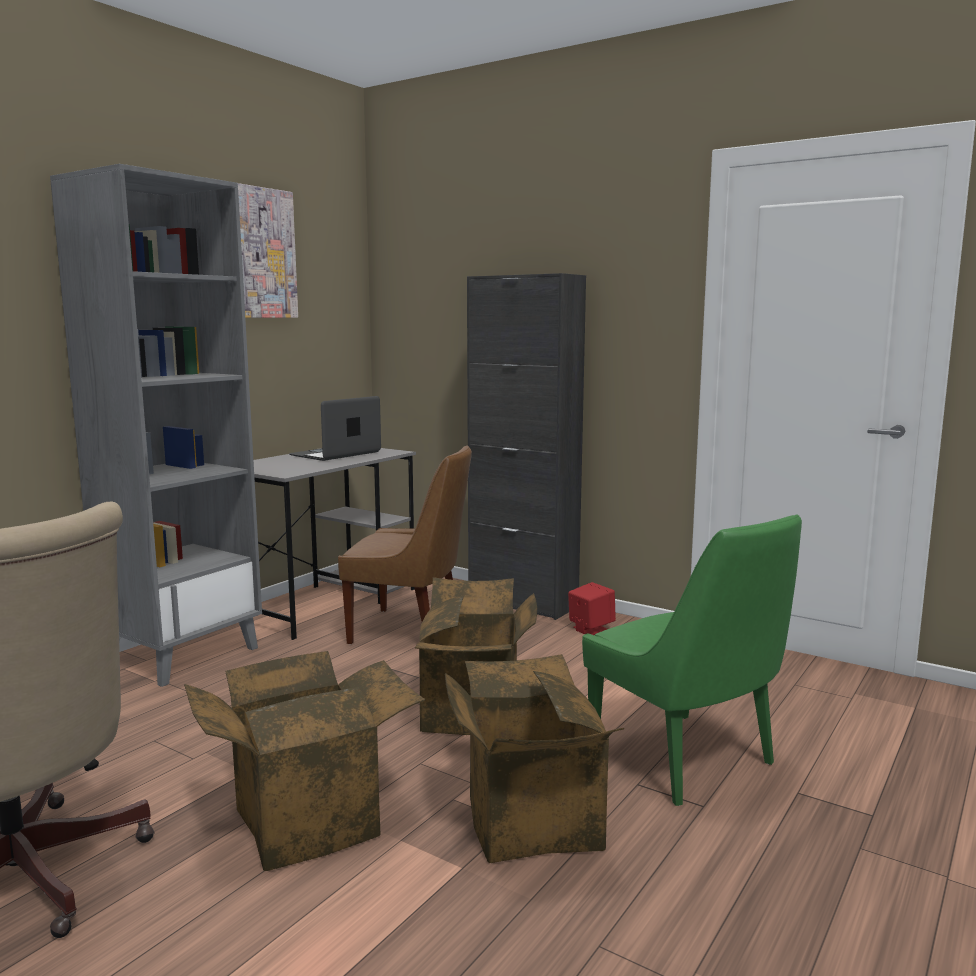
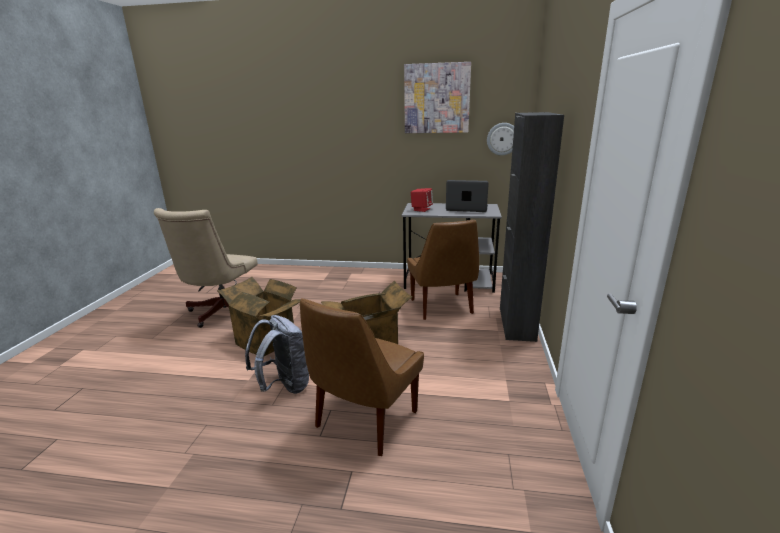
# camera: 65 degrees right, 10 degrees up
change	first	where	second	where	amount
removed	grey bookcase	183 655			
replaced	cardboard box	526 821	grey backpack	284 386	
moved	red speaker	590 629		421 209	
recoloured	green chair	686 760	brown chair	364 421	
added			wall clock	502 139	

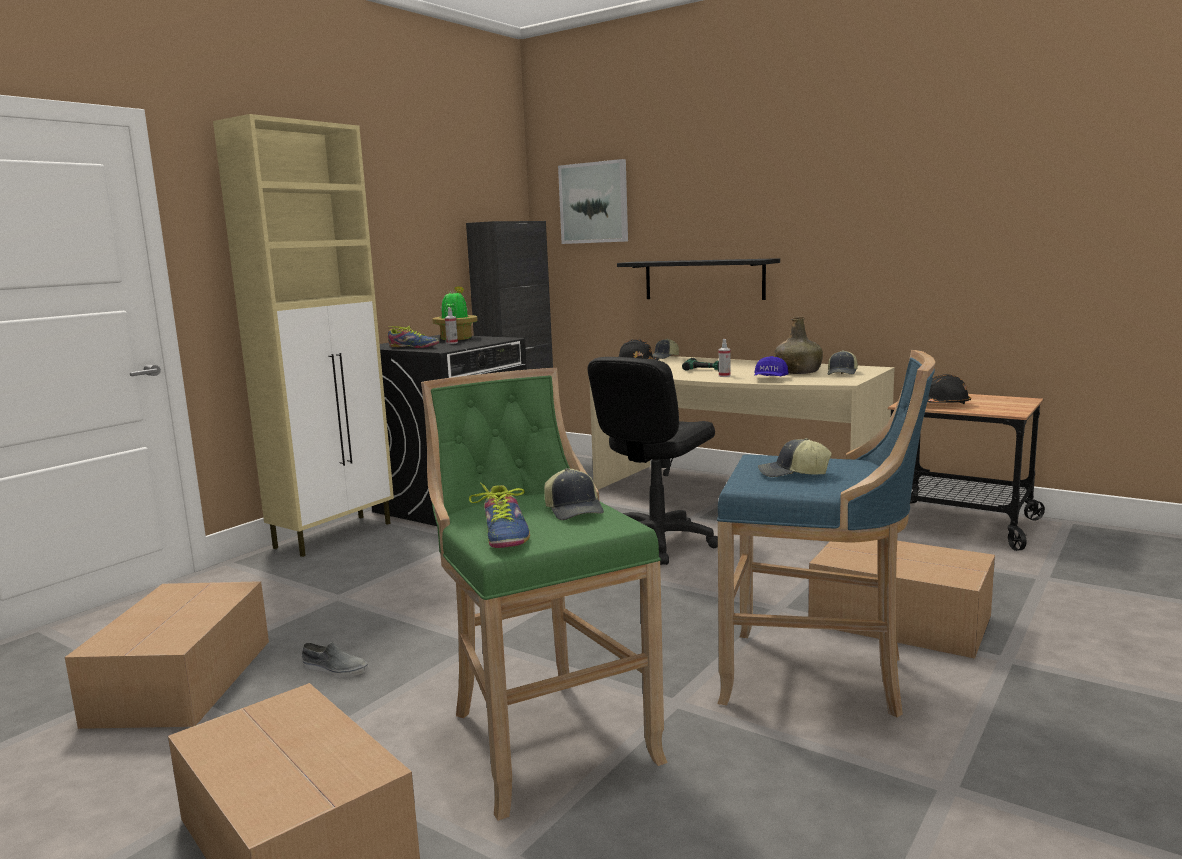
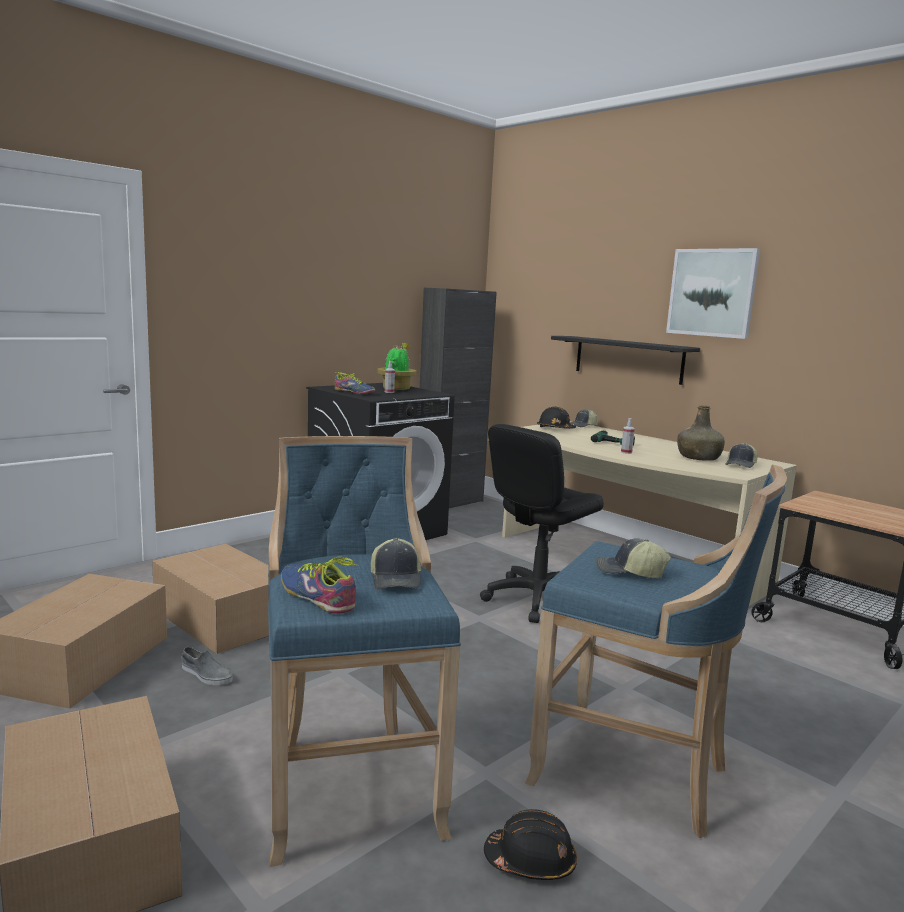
# camera: 10 degrees right, 0 degrees up
change	first	where	second	where	amount
removed	beige cabinet	335 535			
recoloured	green stool	544 737	blue stool	350 784	
turned	shoe	505 534		316 596	135 degrees clockwise
moved	picture	594 203		712 293	
removed	blue cap	770 379			
moved	cardboard box	897 619		222 617	
moved	black hard hat	943 404		531 861	

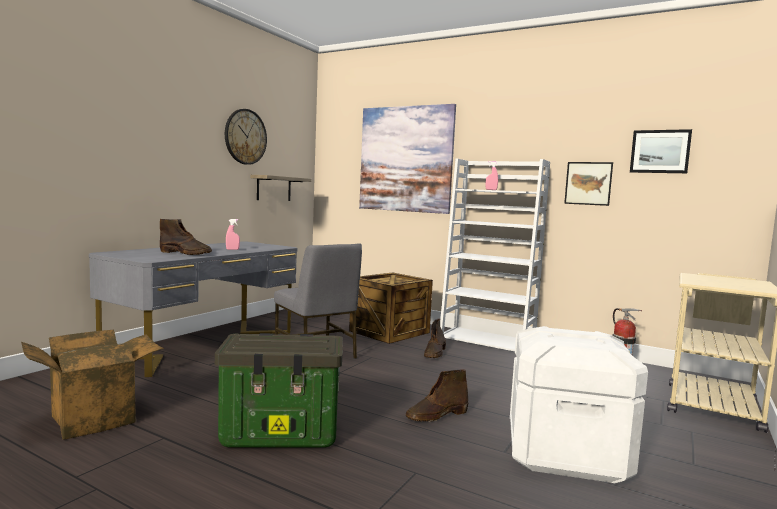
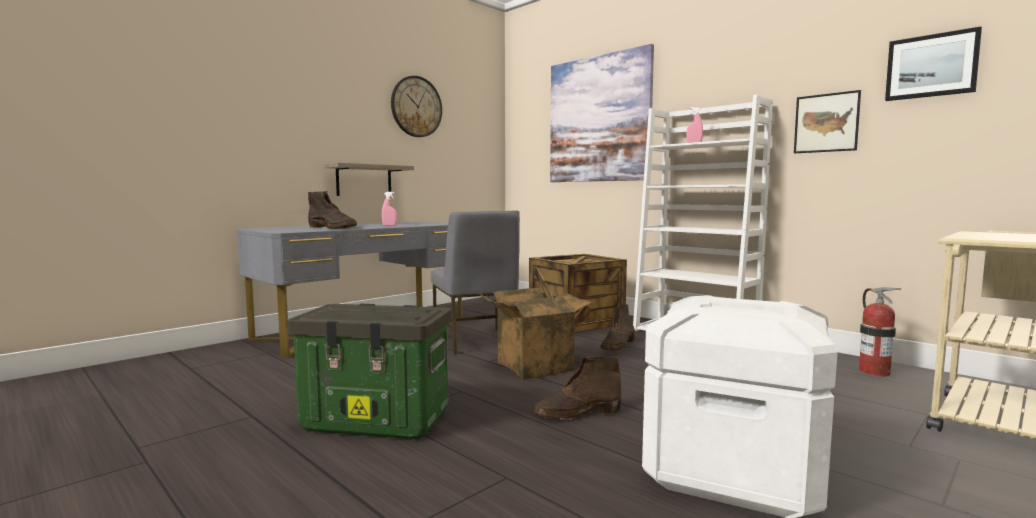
# camera: 15 degrees right, 0 degrees up
change	first	where	second	where	amount
moved	cardboard box	94 417		534 365	
moved	shelf	274 188		364 180	

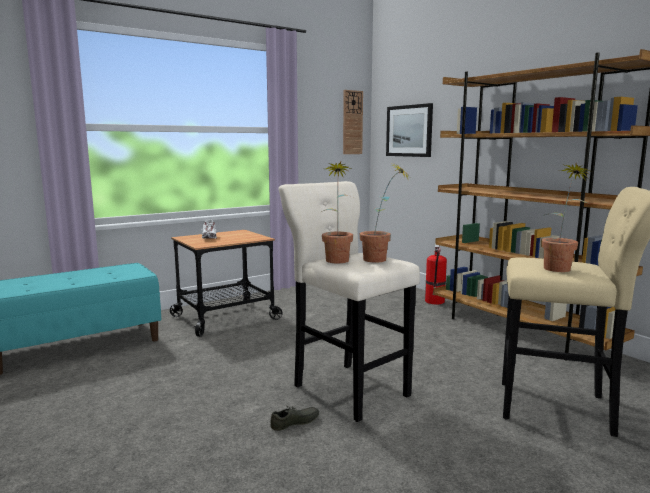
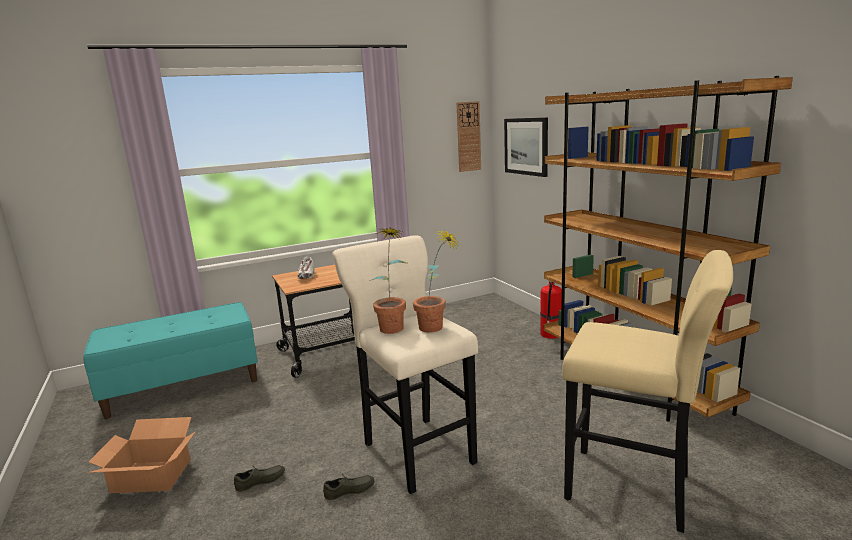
# camera: 10 degrees right, 5 degrees up
change	first	where	second	where	amount
removed	potted plant	560 267			
added			cardboard box	151 475	
added			grey shoe	261 482	

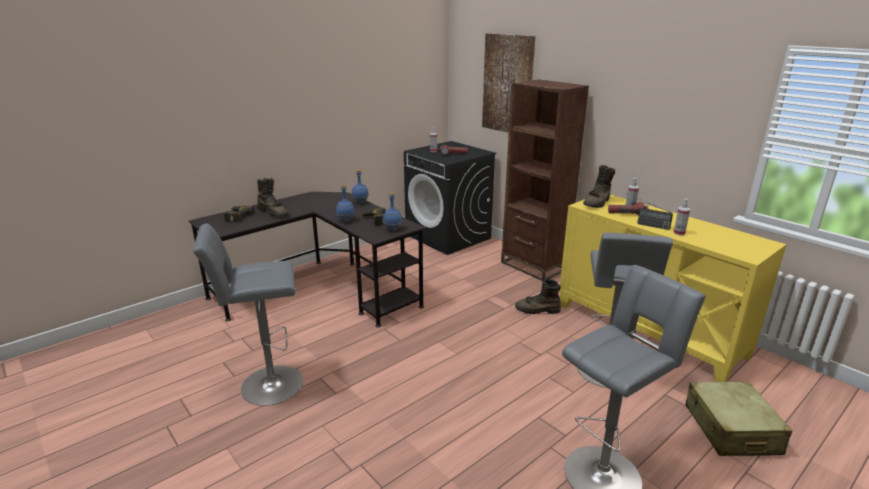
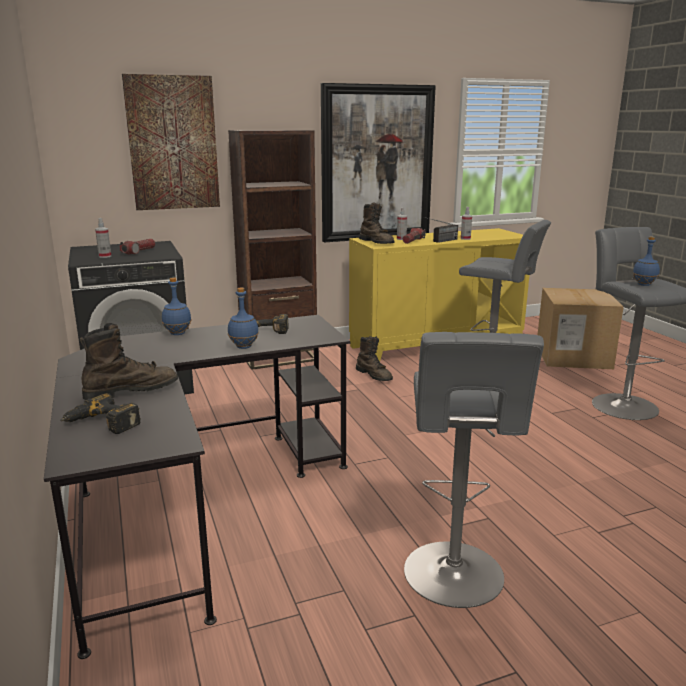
# camera: 70 degrees left, 5 degrees down
change	first	where	second	where	amount
moved	blue bottle	393 229		644 284	
turned	brown boot	537 310		374 375	60 degrees counterclockwise
replaced	beige suitcase	731 429	cardboard box	573 356	
added			picture	377 164	

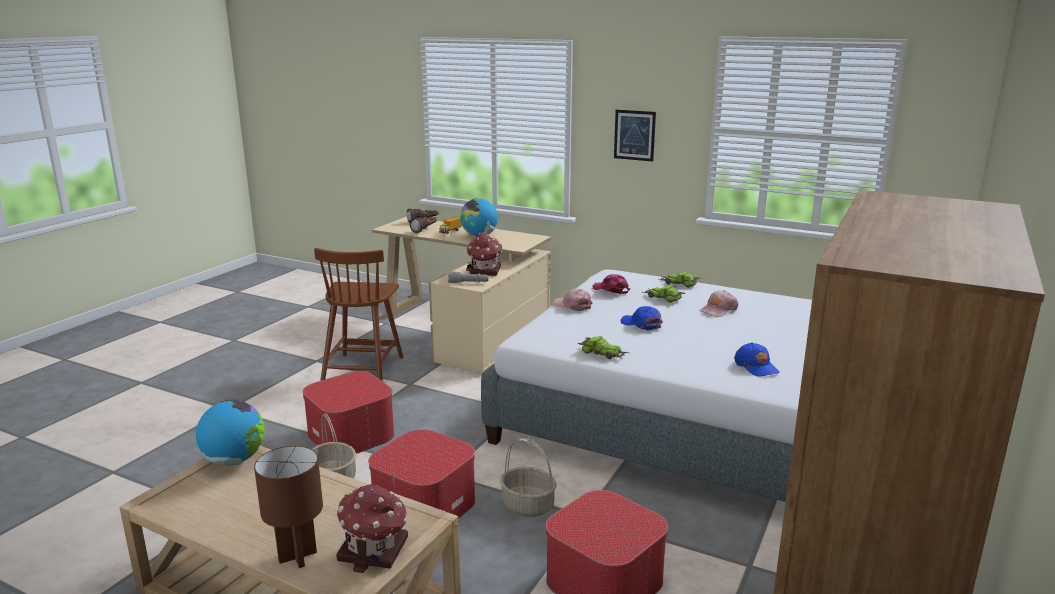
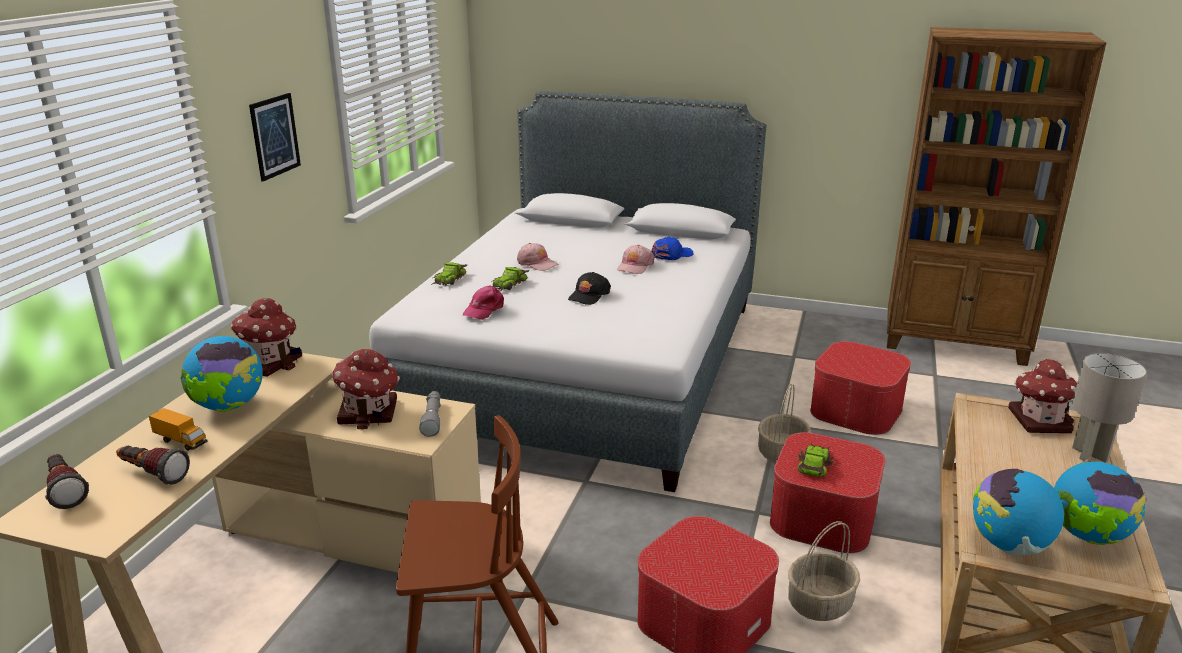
# camera: 100 degrees left, 5 degrees up
change	first	where	second	where	amount
recoloured	brown table lamp	298 556	grey table lamp	1089 454	
moved	pink cap	572 305		635 266	
moved	toy car	603 353		814 464	
recoloured	blue cap	641 324	black cap	589 295	
added			toy house	269 362	
added			globe	1087 536	

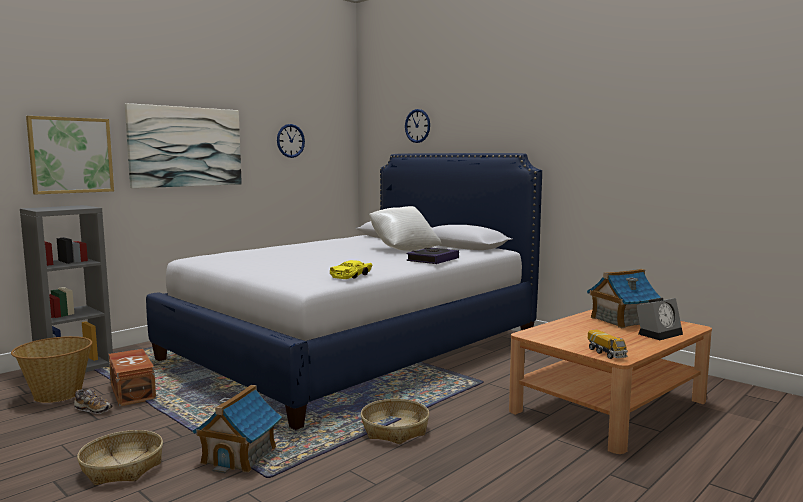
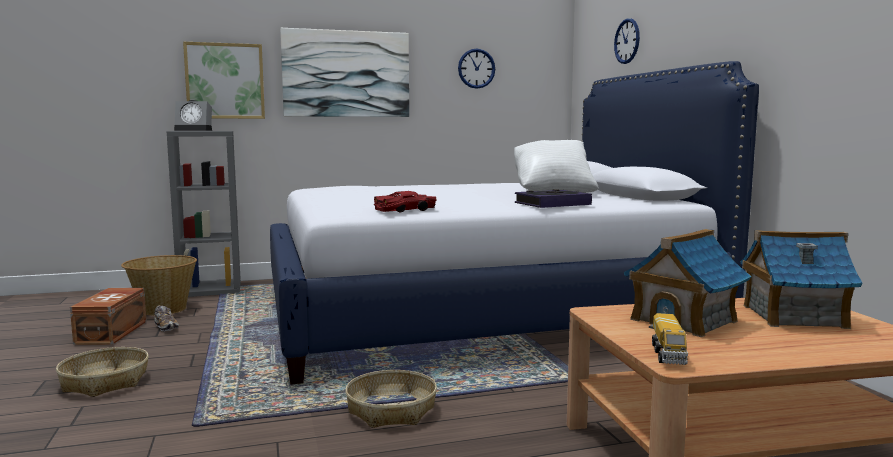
# camera: 30 degrees right, 0 degrees up
change	first	where	second	where	amount
moved	brown storage box	133 391		113 332	
moved	toy house	239 455		684 320	
recoloured	yellow toy car	352 276	red toy car	406 210	
moved	alarm clock	659 333		195 130	

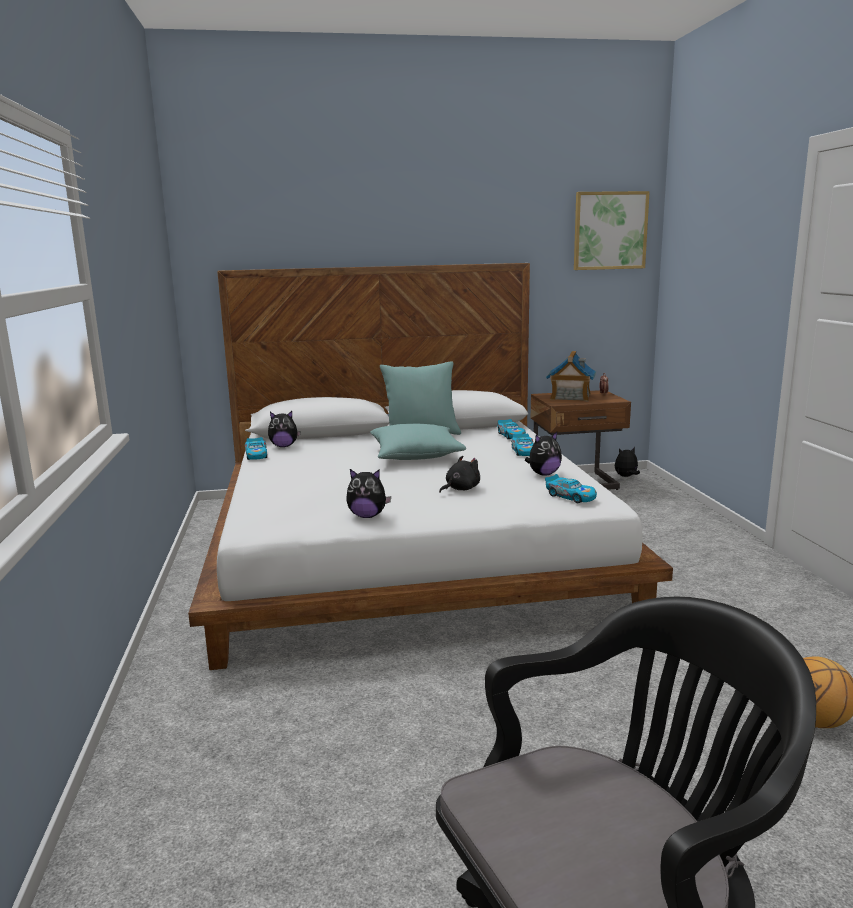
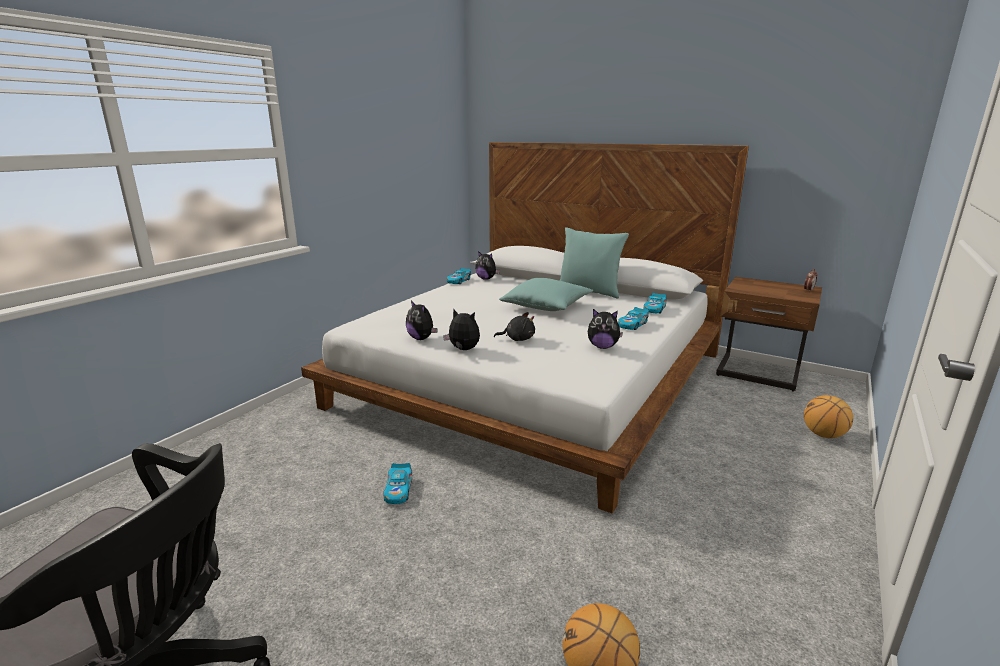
# camera: 40 degrees right, 5 degrees up
change	first	where	second	where	amount
moved	toy car	571 496		398 490	
removed	toy house	570 397			
removed	picture	610 231			
moved	plush toy	626 476		463 350	
added			basketball	823 435	

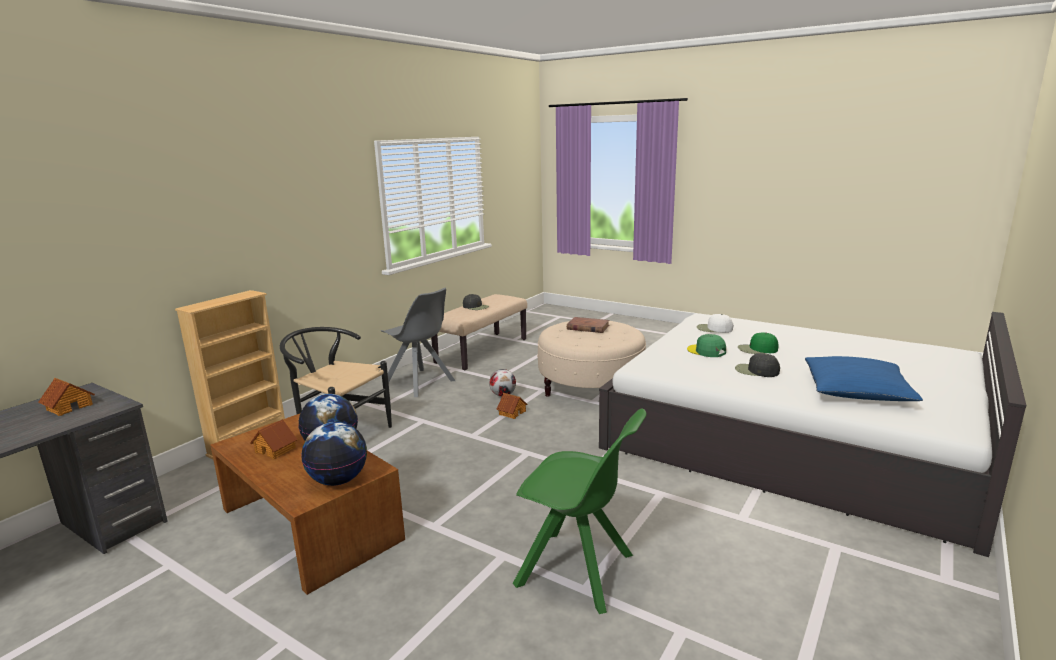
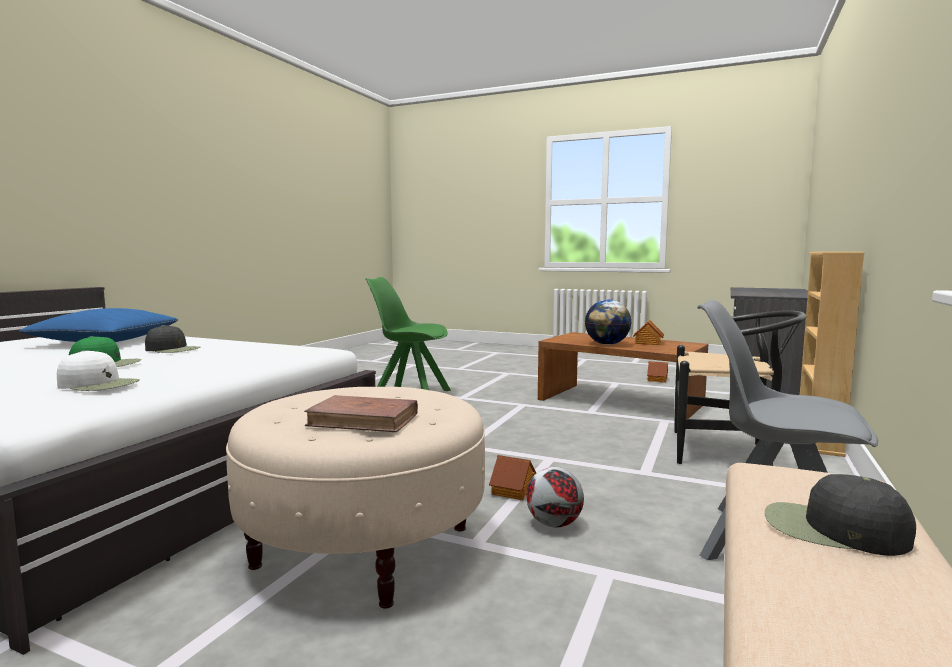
# camera: 170 degrees right, 10 degrees down
change	first	where	second	where	amount
moved	toy house	69 407		657 380	
removed	globe	338 480			
removed	green cap	706 351			

